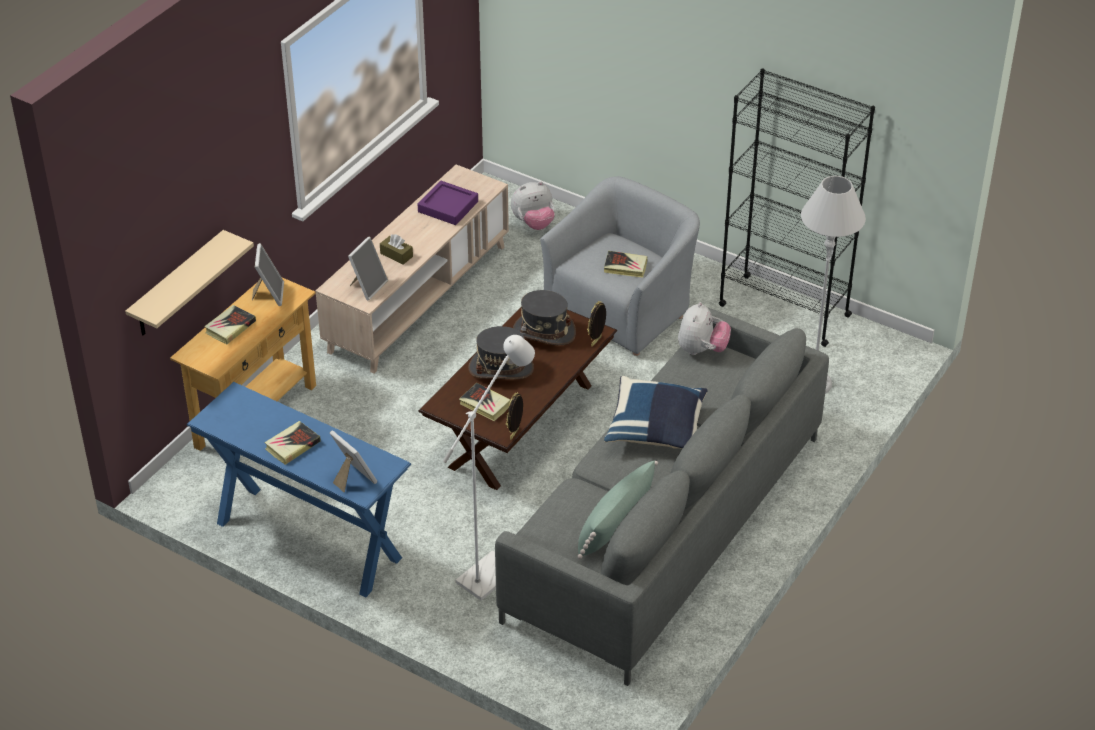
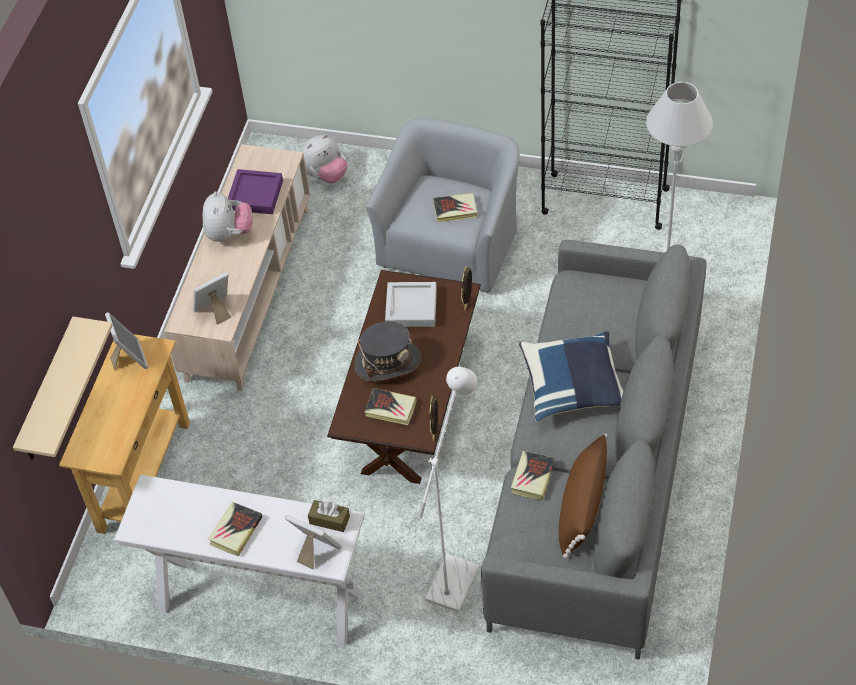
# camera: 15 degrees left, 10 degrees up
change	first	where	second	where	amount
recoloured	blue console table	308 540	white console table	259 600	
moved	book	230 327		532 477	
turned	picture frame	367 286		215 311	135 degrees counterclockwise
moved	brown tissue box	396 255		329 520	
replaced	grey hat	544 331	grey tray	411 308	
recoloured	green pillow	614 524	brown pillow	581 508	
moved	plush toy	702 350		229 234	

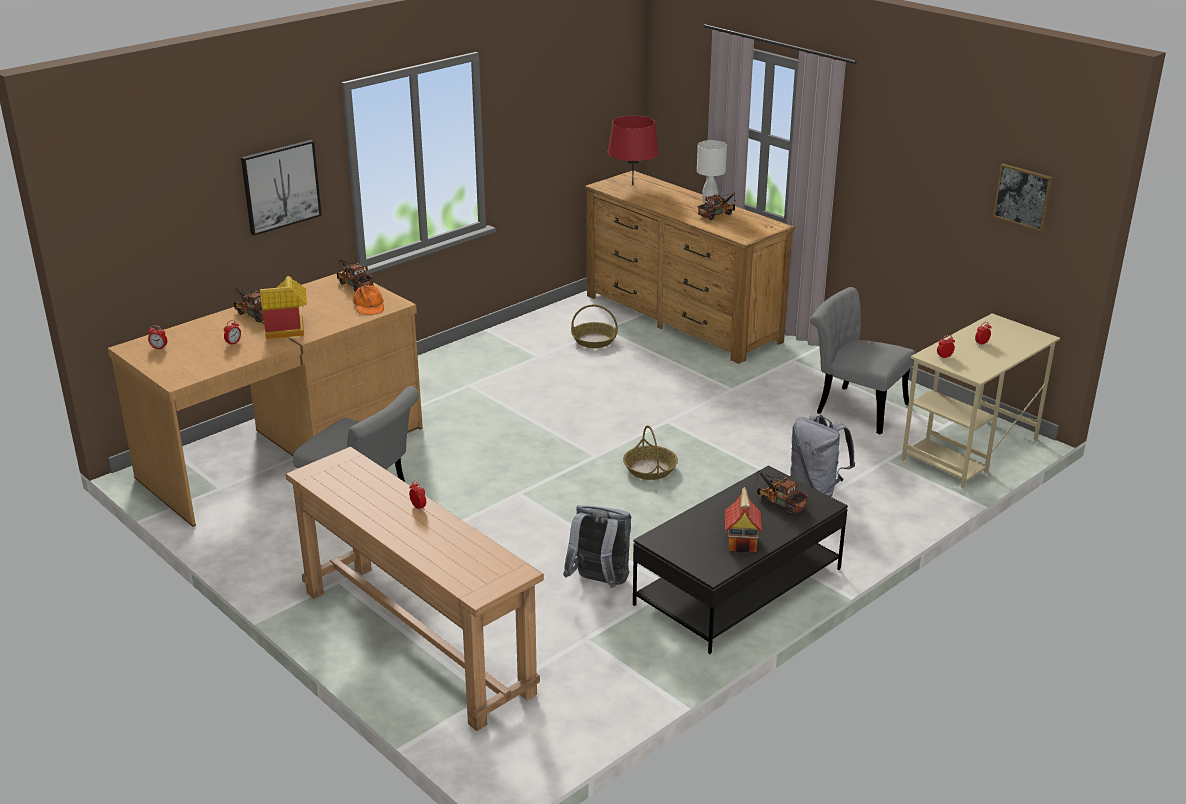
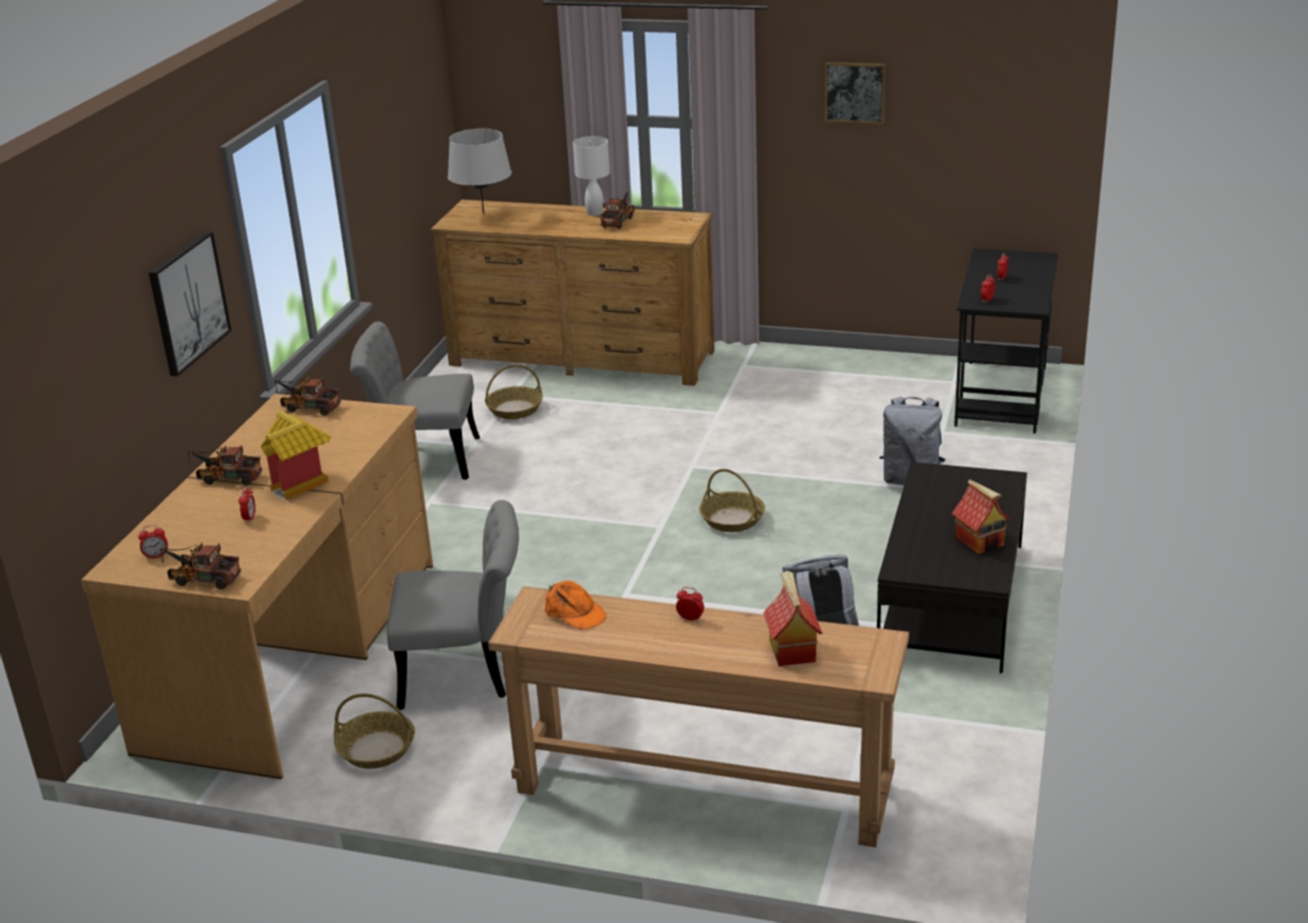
# camera: 30 degrees left, 0 degrees up
change	first	where	second	where	amount
moved	orange cap	369 306		574 613	
recoloured	red table lamp	632 185	grey table lamp	483 214	
moved	toy truck	778 502		201 579	
moved	grey chair	854 407		421 459	
recoloured	beige desk	969 450	black desk	1001 396	
moved	picture	1023 196		855 92	
added			basket	376 749	
added			toy house	791 650	

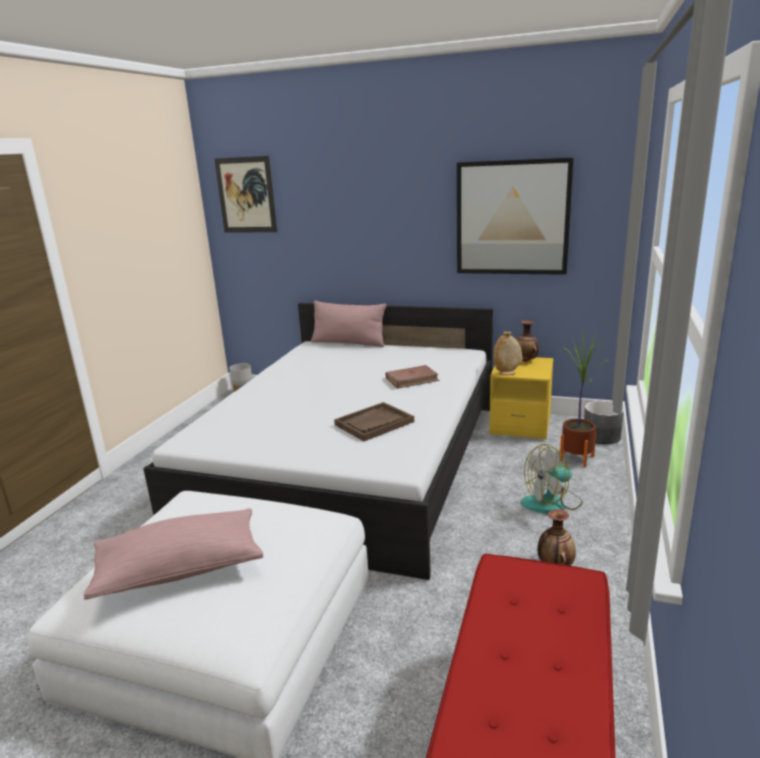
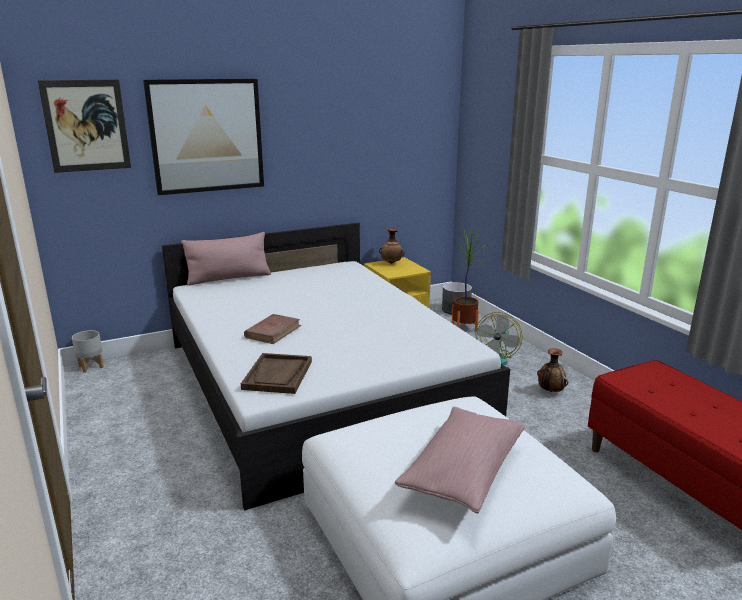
# camera: 45 degrees left, 0 degrees up
change	first	where	second	where	amount
moved	brown tray	374 423		278 375	
moved	brown book	412 379		273 331	
moved	picture	512 218		206 136	
removed	beige vase	507 373			

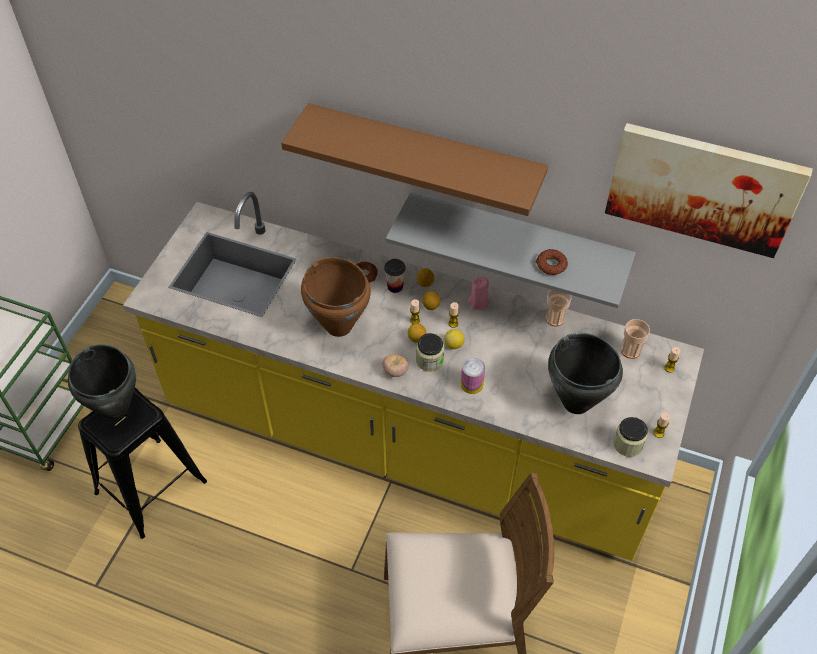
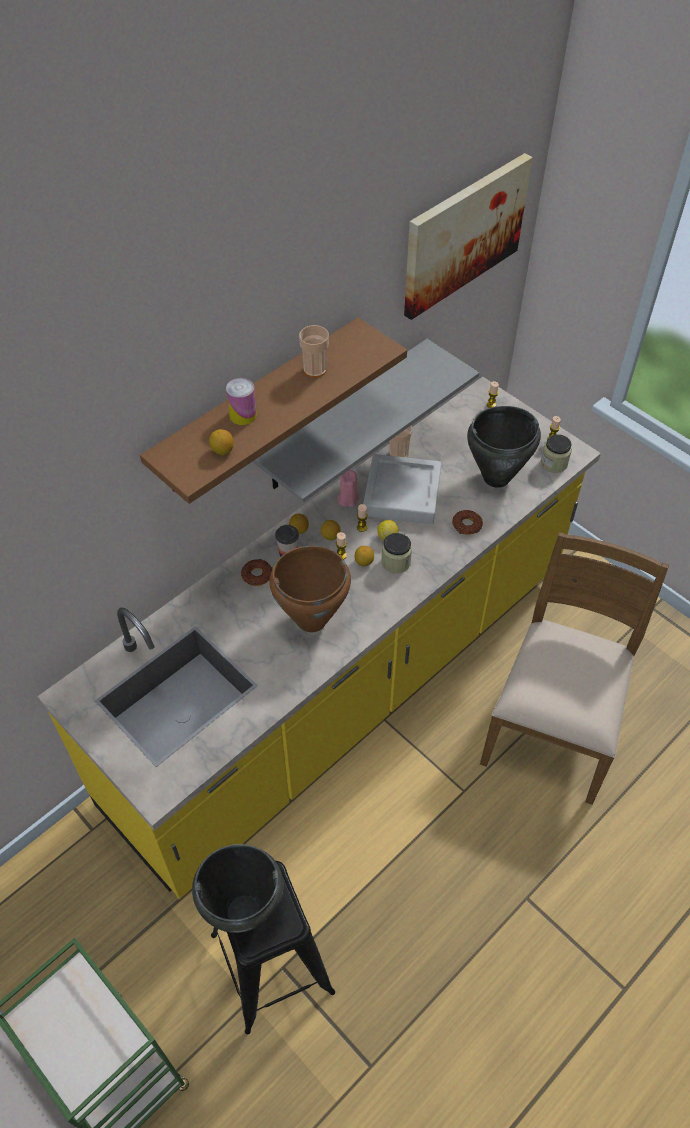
# camera: 65 degrees left, 0 degrees up
change	first	where	second	where	amount
removed	tomato	395 371			
moved	can	471 384		243 415	
moved	donut	551 265		467 525	
moved	cup	630 351		315 369	
added			lemon	222 451	
added			grey tray	402 494	

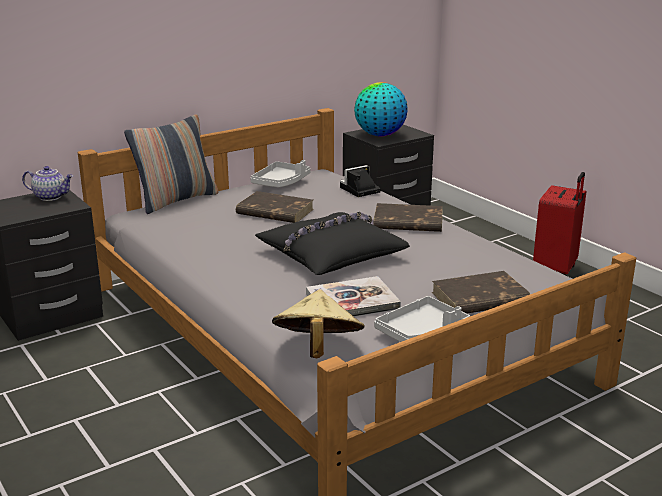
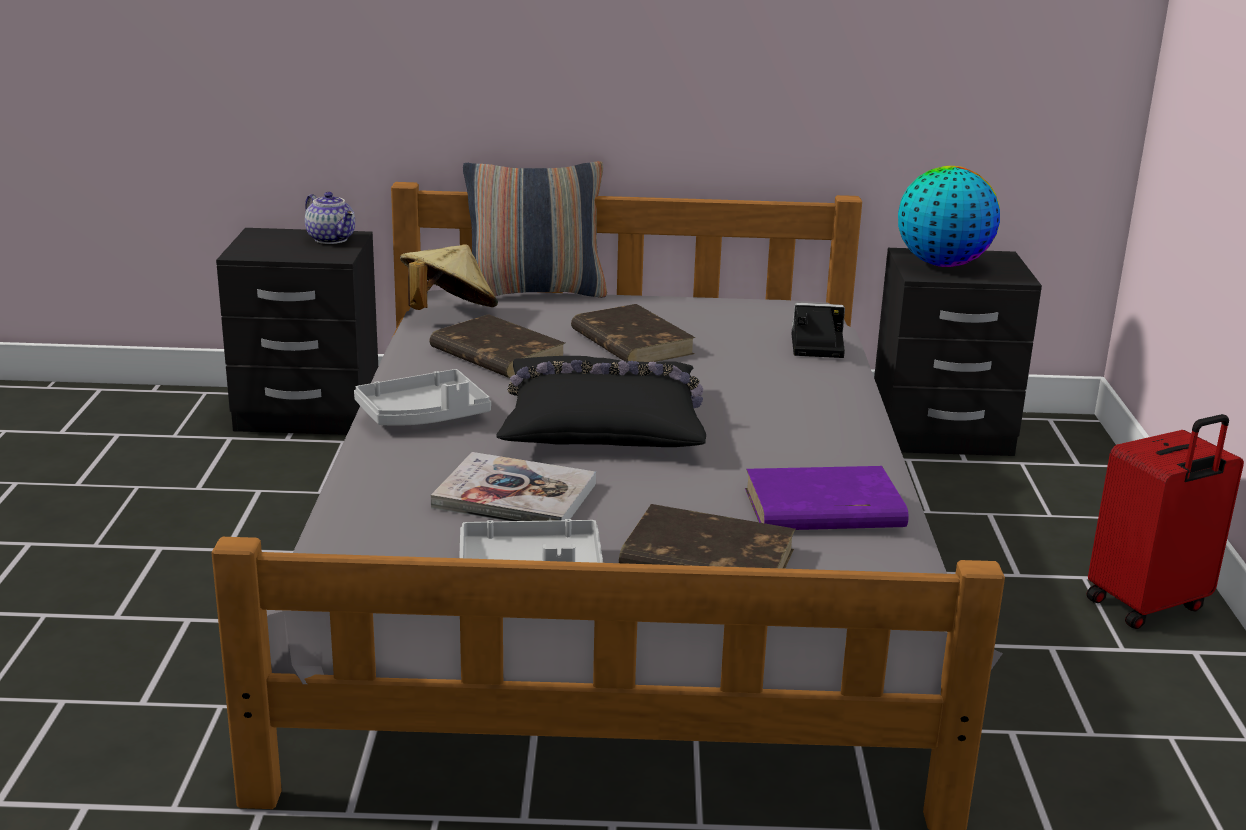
# camera: 35 degrees right, 0 degrees up
change	first	where	second	where	amount
moved	grey tray	281 182		424 416	
moved	beige hat	317 349		448 313	
moved	brown book	407 222		496 354	
added			purple book	822 509	

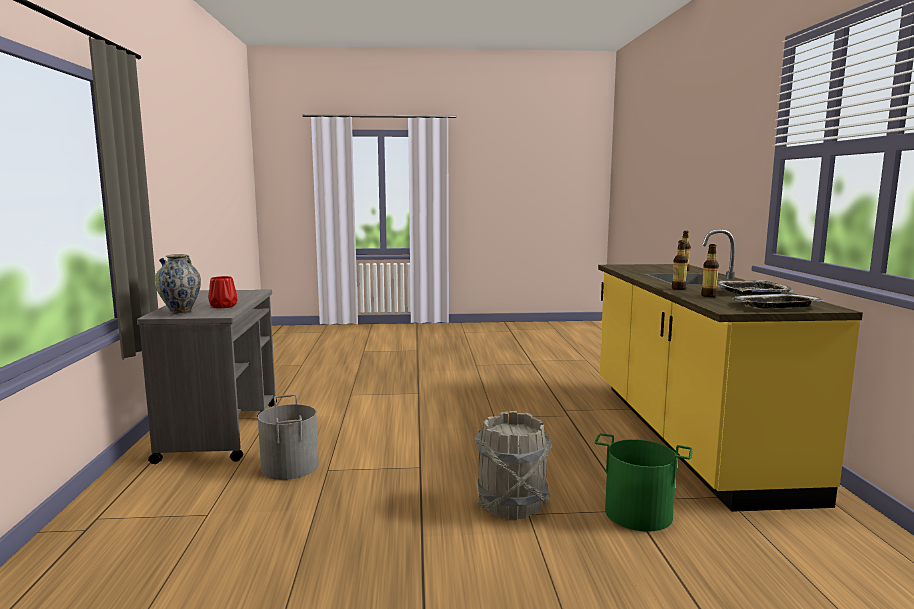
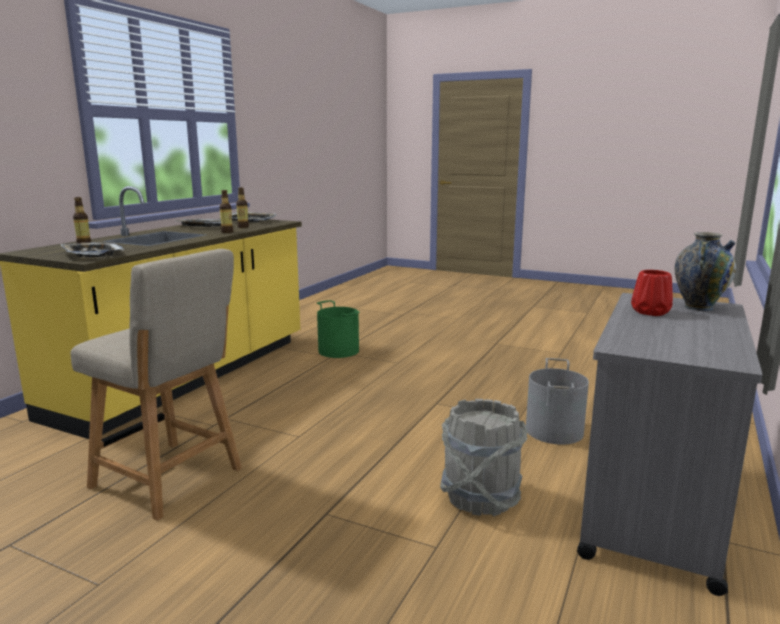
# camera: 150 degrees left, 5 degrees up
change	first	where	second	where	amount
moved	grey bucket	511 504		481 497	
added			tray	92 254	
added			beige chair	171 480	

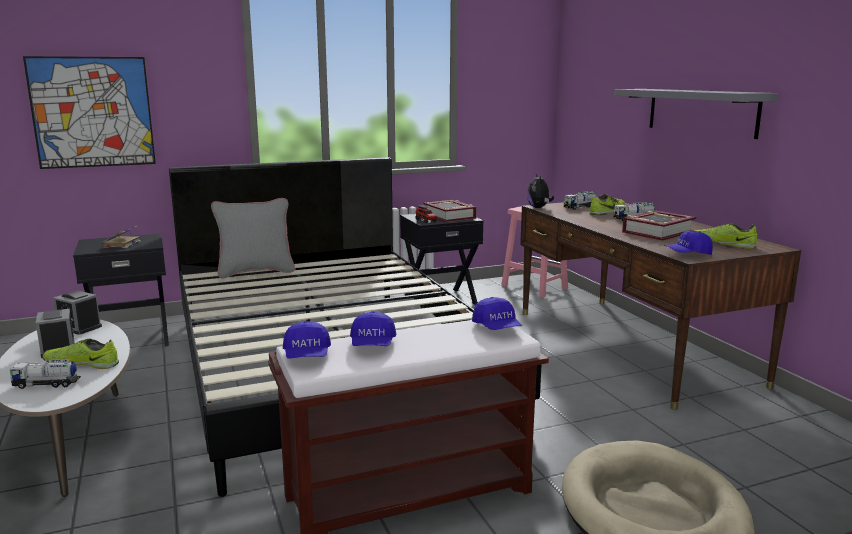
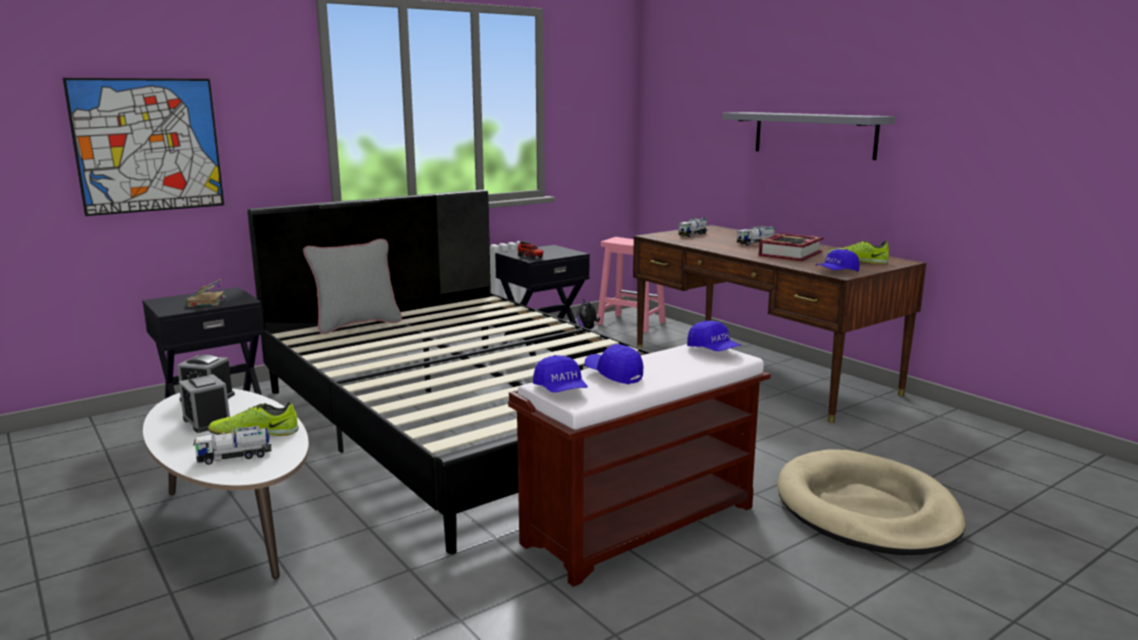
# camera: 15 degrees left, 0 degrees up
change	first	where	second	where	amount
turned	blue cap	372 345		613 375	150 degrees clockwise
removed	book	450 216			
moved	plush toy	539 208		588 329	
removed	shoe	608 212			

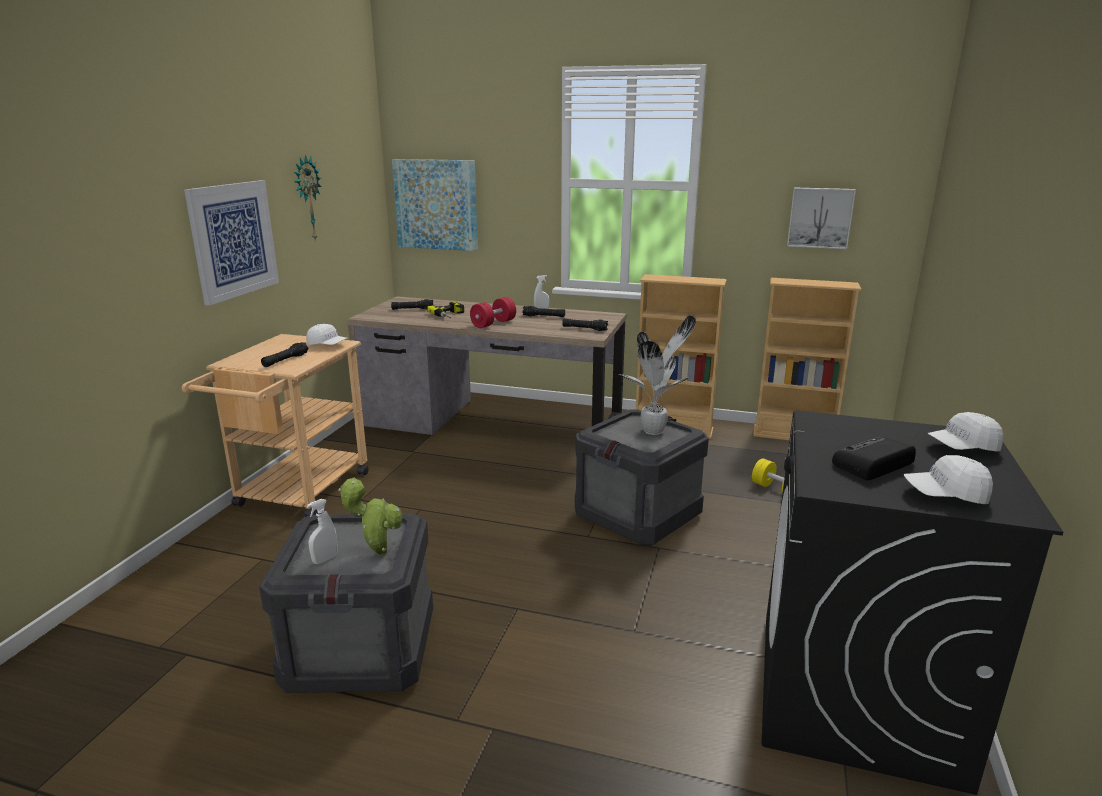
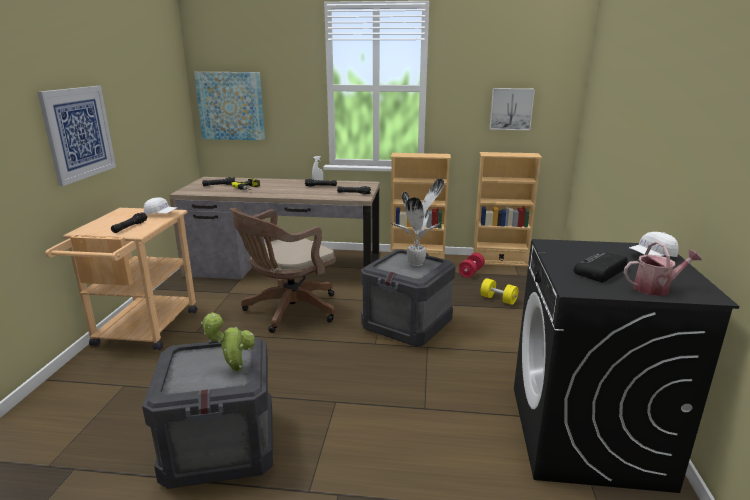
# camera: 10 degrees left, 0 degrees up
change	first	where	second	where	amount
removed	wall clock	307 198			
removed	white spray bottle	325 559			
moved	red dumbbell	493 323		471 272	
replaced	white cap	945 495	watering can	656 288	
added			brown office chair	288 311	

